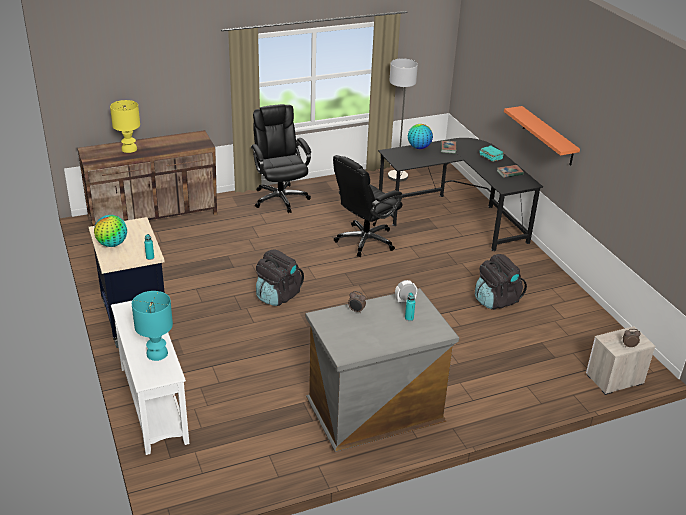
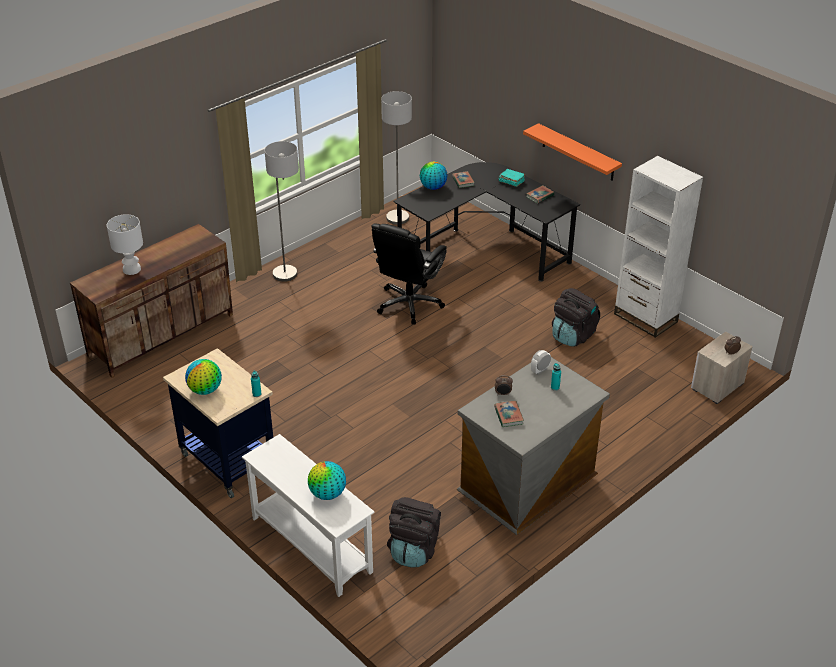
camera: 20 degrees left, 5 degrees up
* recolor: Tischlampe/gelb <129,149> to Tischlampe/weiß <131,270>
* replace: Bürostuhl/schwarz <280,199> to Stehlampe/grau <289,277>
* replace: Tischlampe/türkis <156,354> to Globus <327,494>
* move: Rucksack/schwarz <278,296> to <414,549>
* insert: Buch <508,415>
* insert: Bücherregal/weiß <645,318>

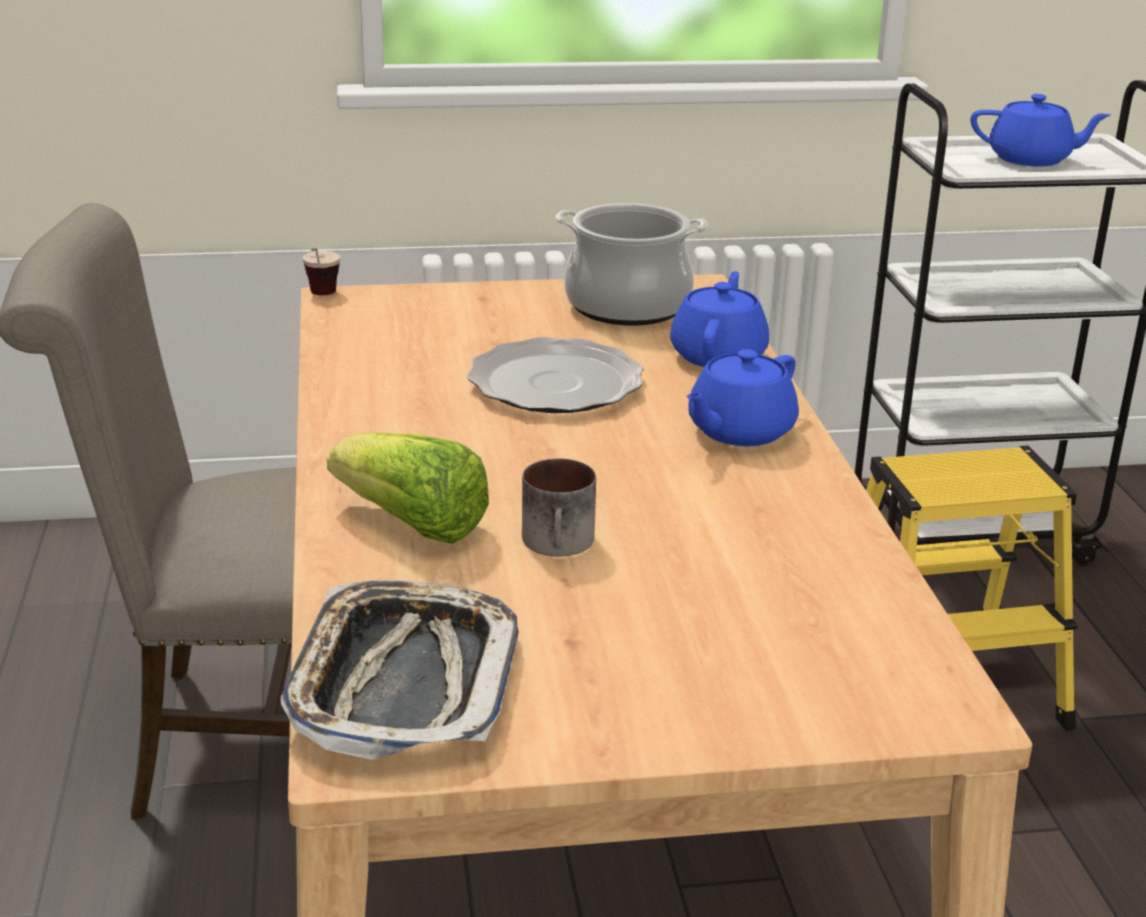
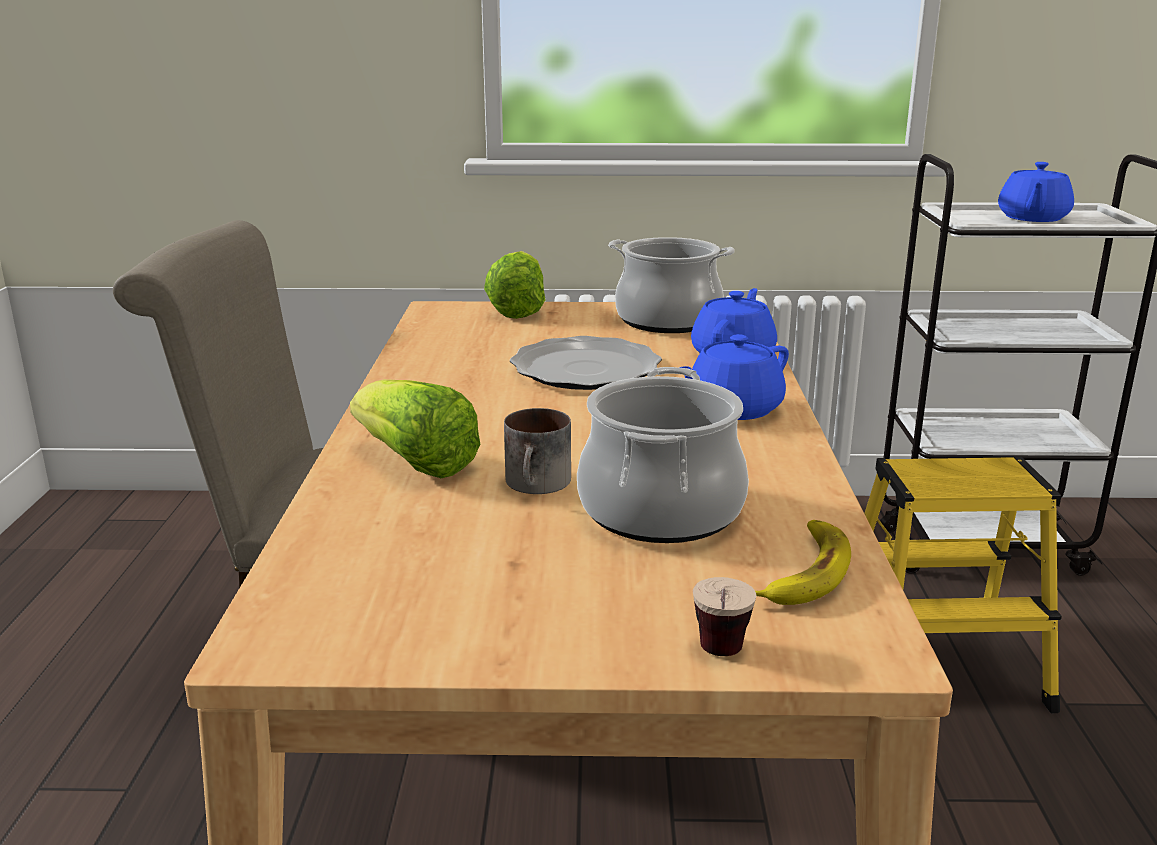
camera: 10 degrees right, 5 degrees down
* insert: Salatkopf <518,309>
* insert: Kochtopf <660,510>
* move: Tasse <321,297> to <719,660>
* insert: Banane <804,572>
* rotate: Teekanne/blau <1031,159> = <1032,218> 90 degrees clockwise
* delete: Tablett <403,682>

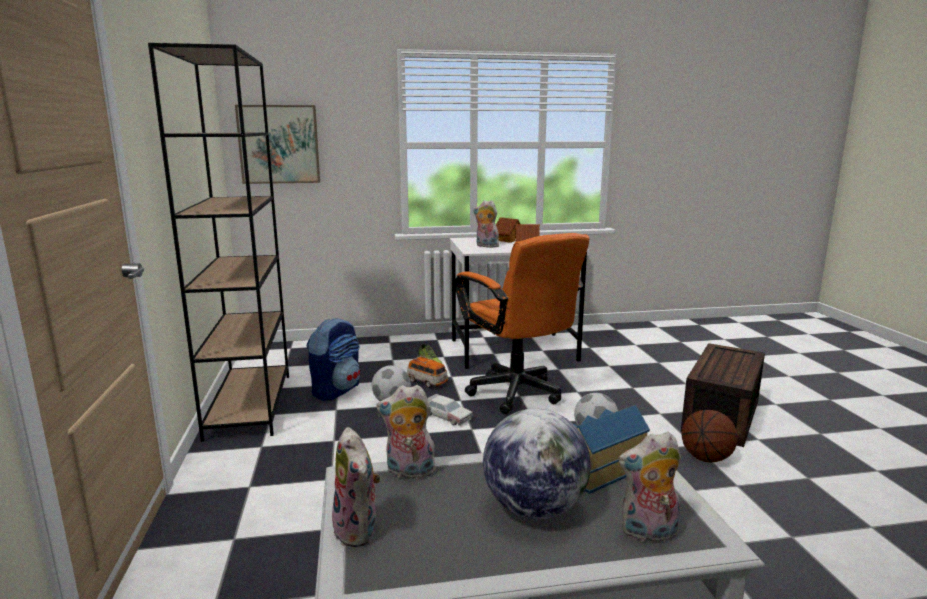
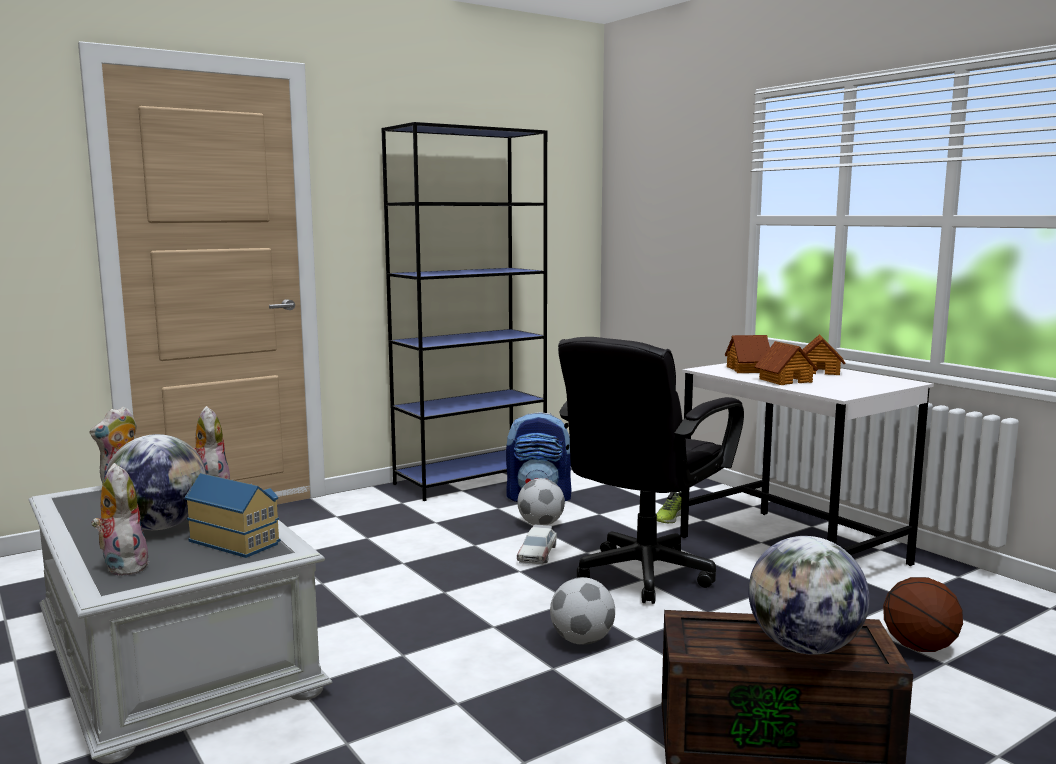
camera: 65 degrees right, 5 degrees down
* recolor: Bücherregal/beige <249,405> to Bücherregal/blau <471,479>
* recolor: Bürostuhl/orange <519,395> to Bürostuhl/schwarz <642,579>
* replace: Plüschtier <486,246> to Spielzeughaus <749,369>
* insert: Globus <804,647>
* move: Basketball <706,458> to <920,647>
* delete: Bild <279,144>
* delete: Spielzeugauto <427,382>

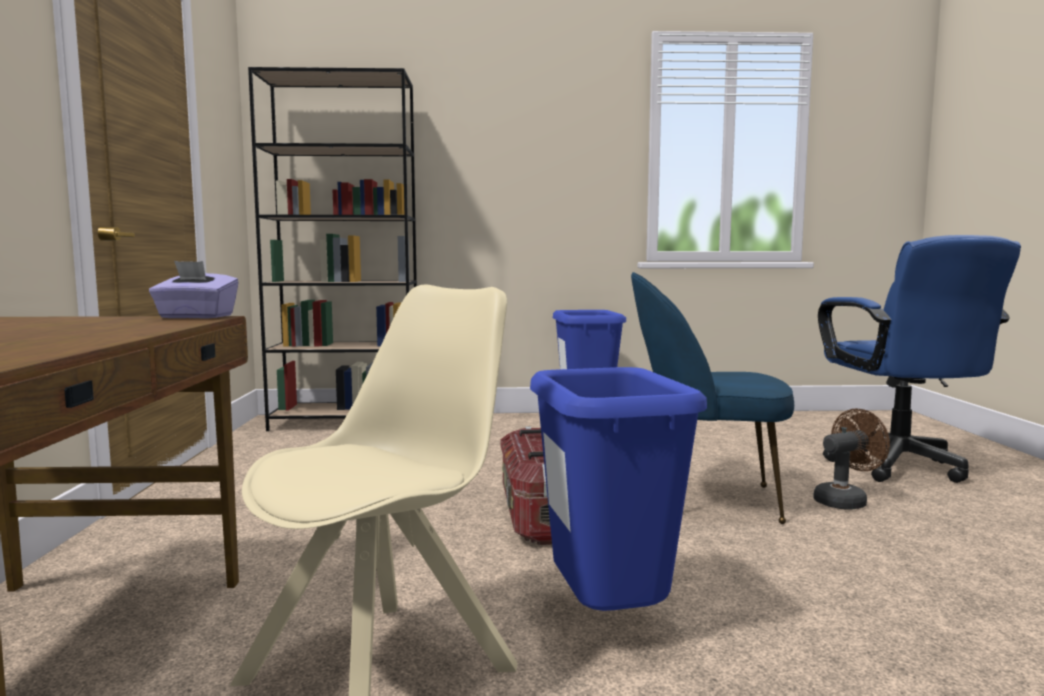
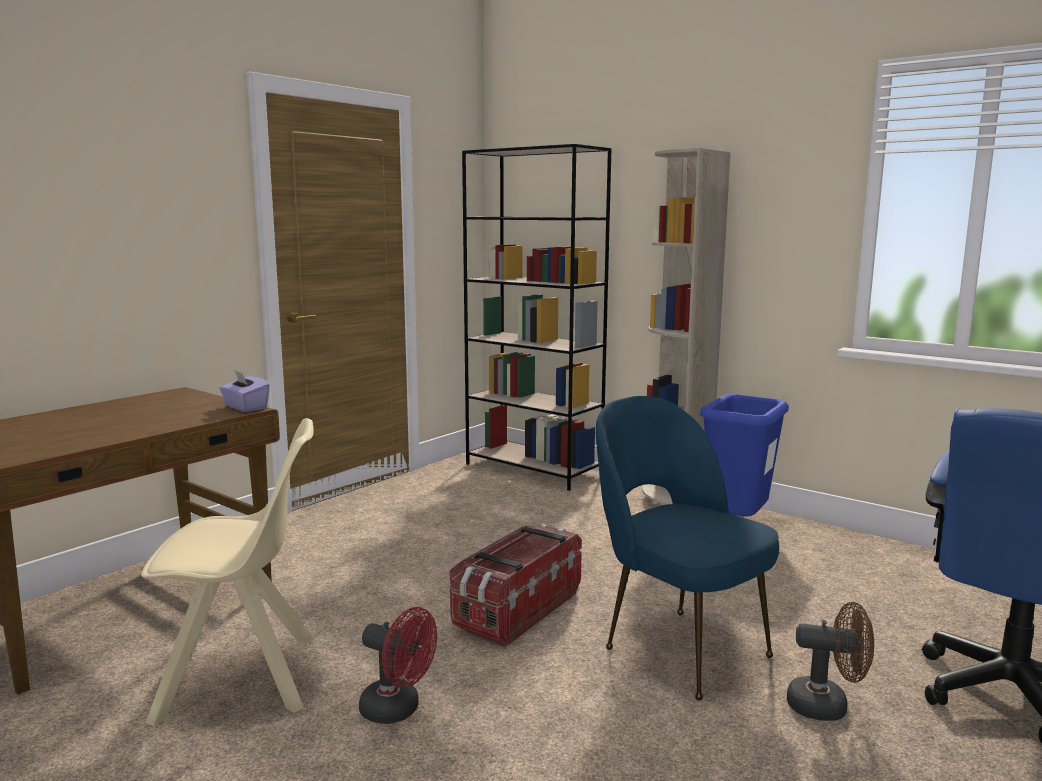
camera: 40 degrees right, 5 degrees up
* replace: Mülleimer/blau <607,622> to Ventilator/rot <398,710>
* insert: Bücherregal/beige <671,501>

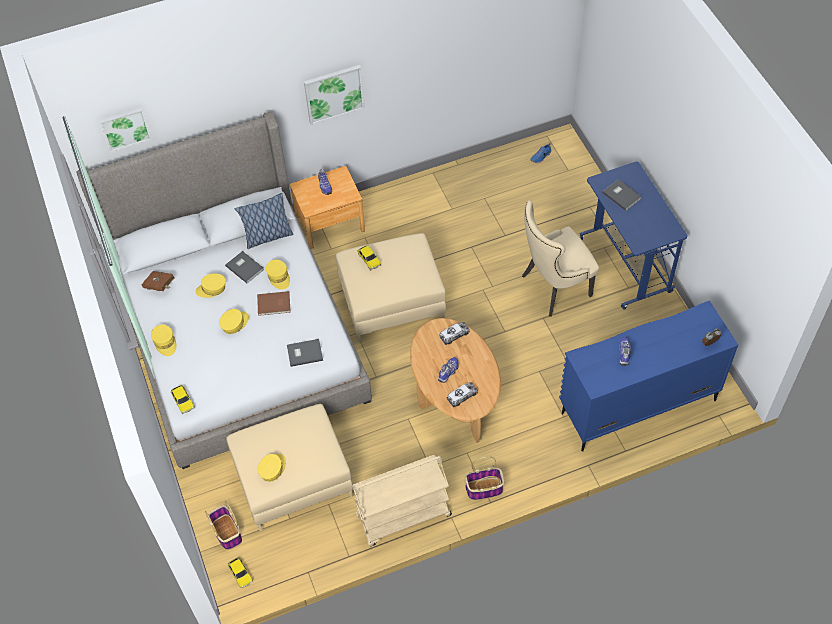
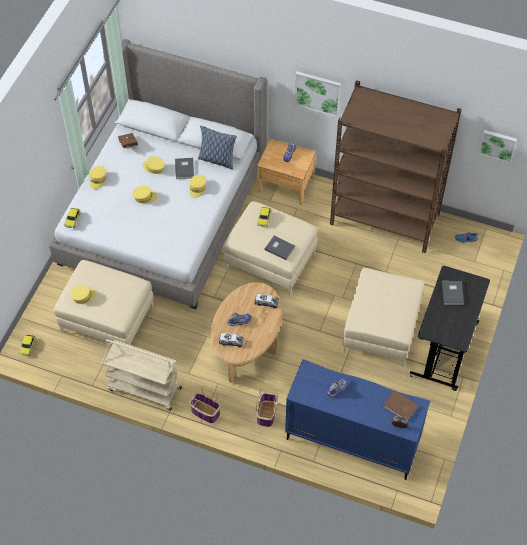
camera: 40 degrees right, 0 degrees up
* move: Korb <226,532> to <266,413>
* move: Buch/grau <304,353> to <280,248>
* insert: Bücherregal/braun <385,219>
* replace: Stuhl/beige <554,287> to Polsterhocker/beige <381,328>
* move: Buch/braun <274,304> to <400,407>
* recolor: Schreibtisch/blau <625,265> to Schreibtisch/schwarz <444,350>
* move: Bild <125,127> to <498,145>

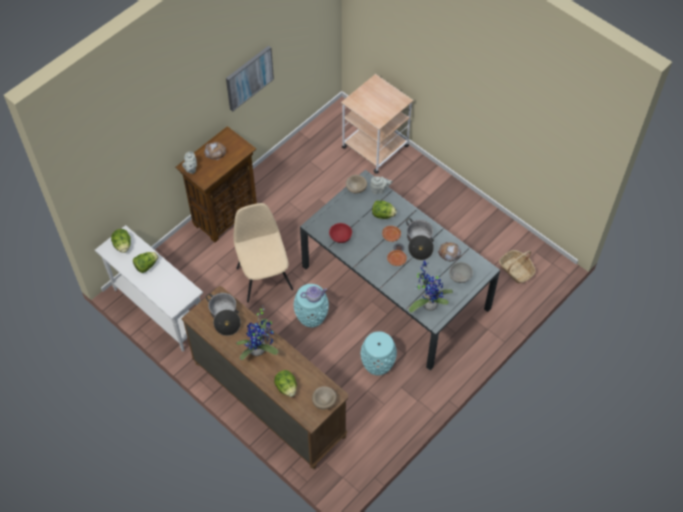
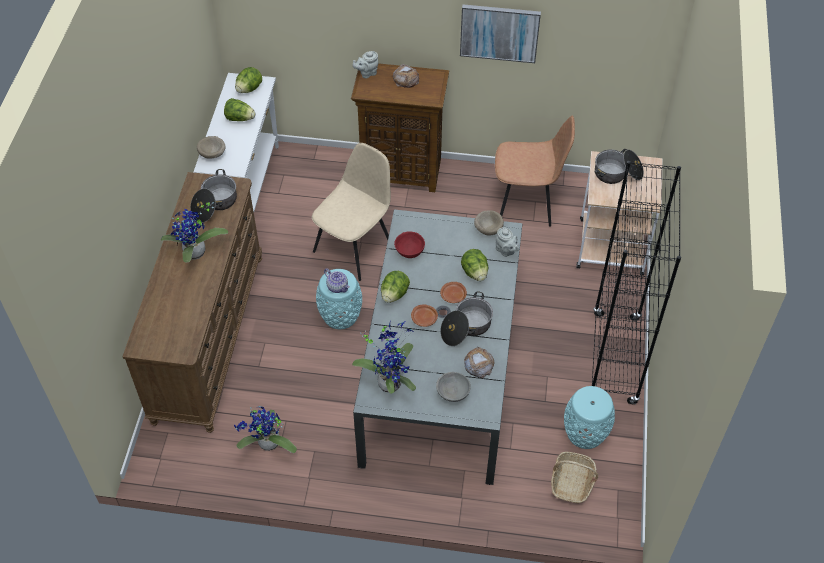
camera: 55 degrees right, 5 degrees down
* move: Schüssel/beige <324,401> to <213,154>
* insert: Topfpflanze <267,445>
* move: Salatkopf <286,387> to <394,294>
* insert: Stuhl/braun <527,203>
* move: Hocker/türkis <377,363> to <585,433>
* insert: Bücherregal/schwarz <614,358>
* insert: Kochtopf <617,173>

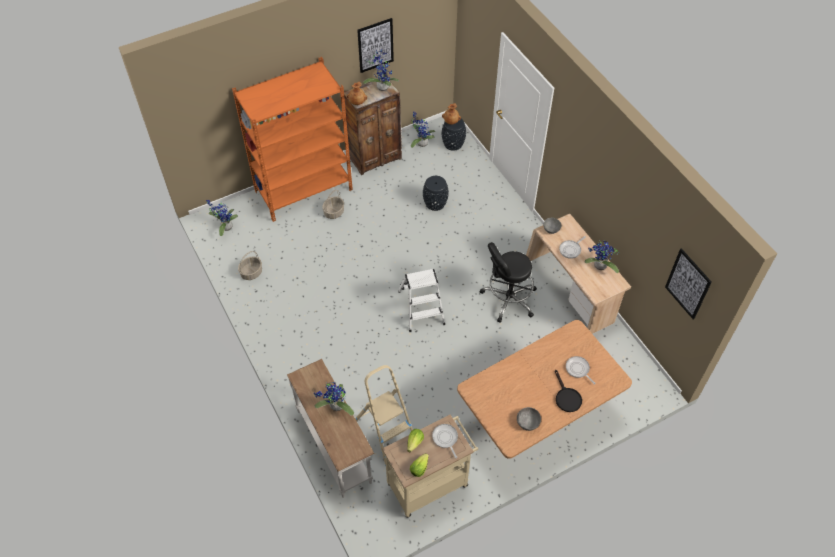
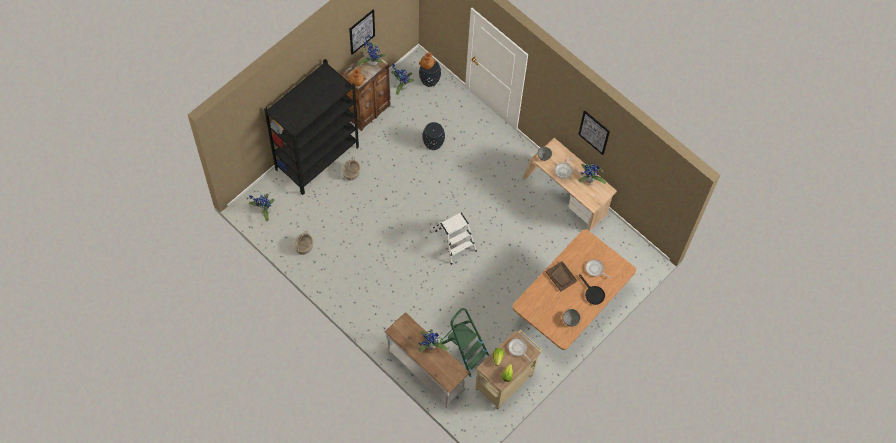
camera: 20 degrees left, 10 degrees up
* recolor: Bücherregal/orange <304,190> to Bücherregal/schwarz <317,158>
* recolor: Trittleiter/beige <387,434> to Trittleiter/grün <462,351>
* insert: Tablett/braun <561,276>
* move: Bild <688,284> to <594,132>
* delete: Hocker/schwarz <508,299>

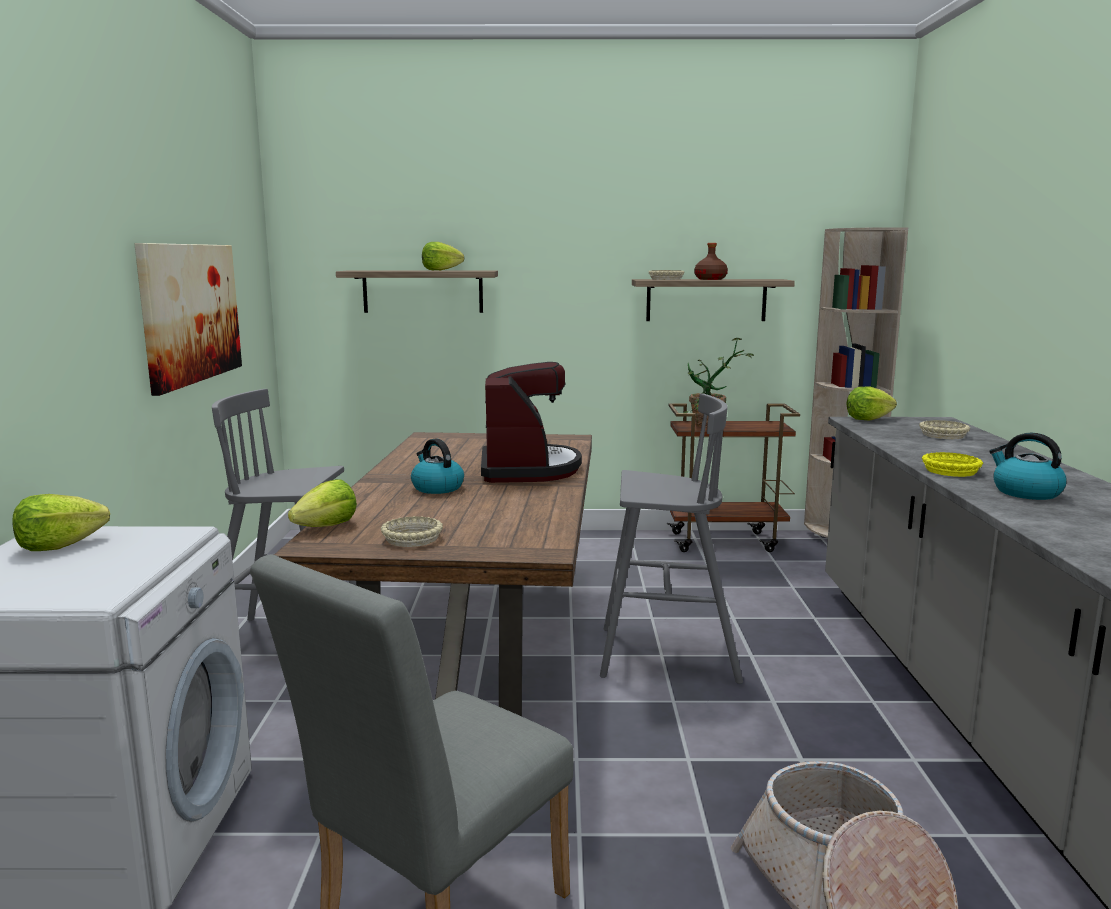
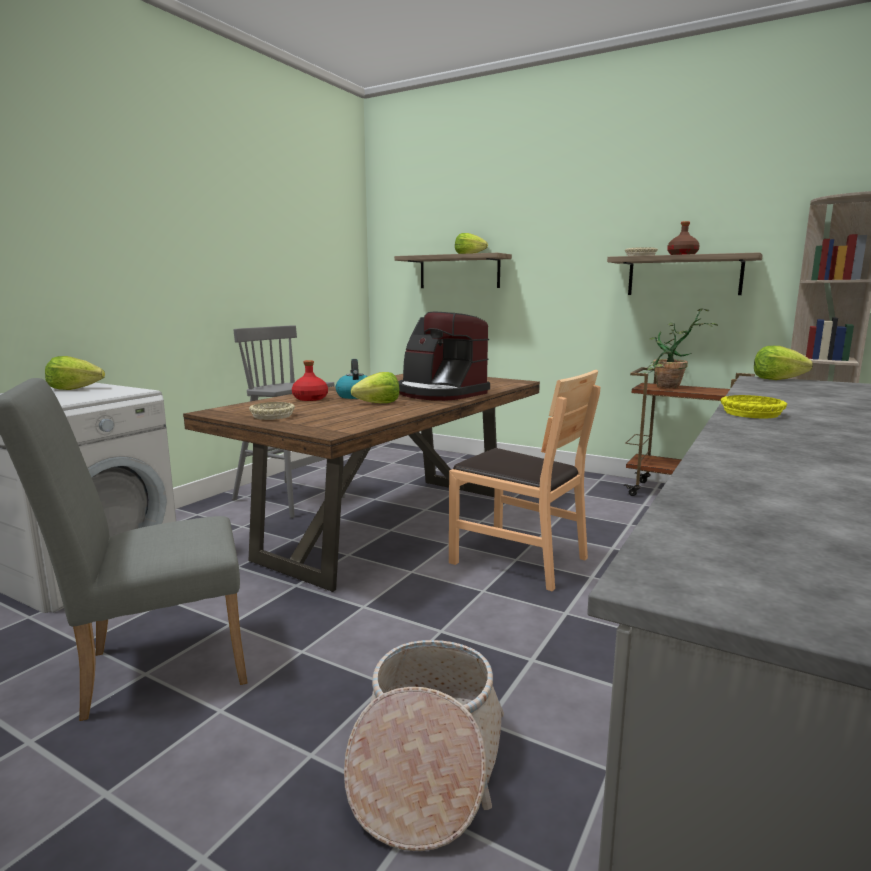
camera: 30 degrees right, 0 degrees up
* insert: Flasche/rot <310,398>
* move: Salatkopf <327,526> to <378,403>
* rotate: Kaffeemaschine <528,469> = <440,393> 105 degrees clockwise
* replace: Hocker/grau <665,655> to Stuhl/braun <519,559>
* delete: Bild <191,313>
* delete: Schüssel/beige <943,435>
* delete: Wasserkessel <1025,492>

